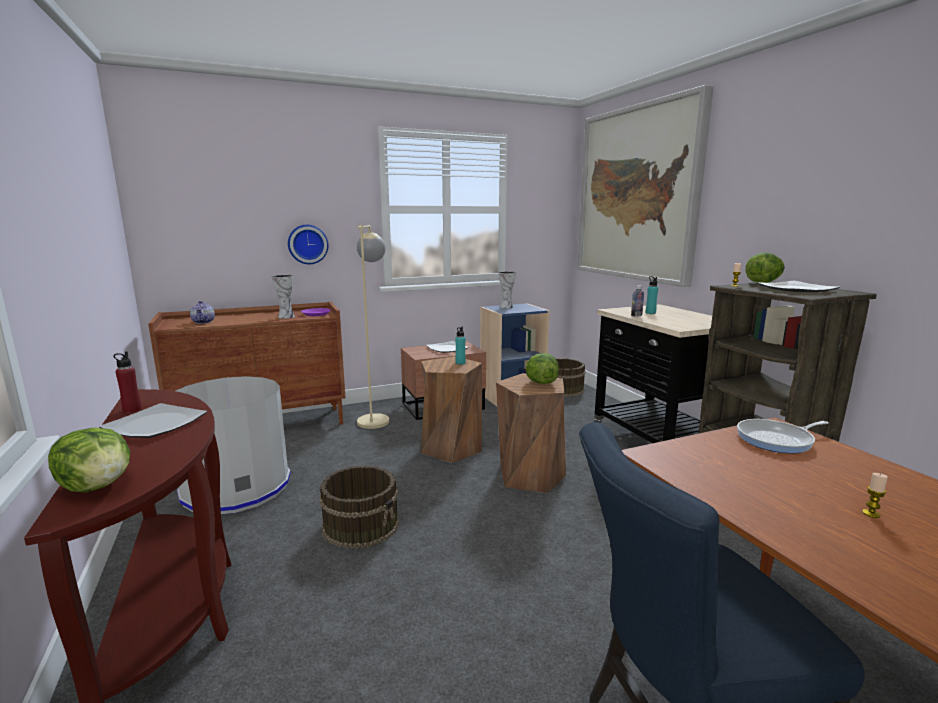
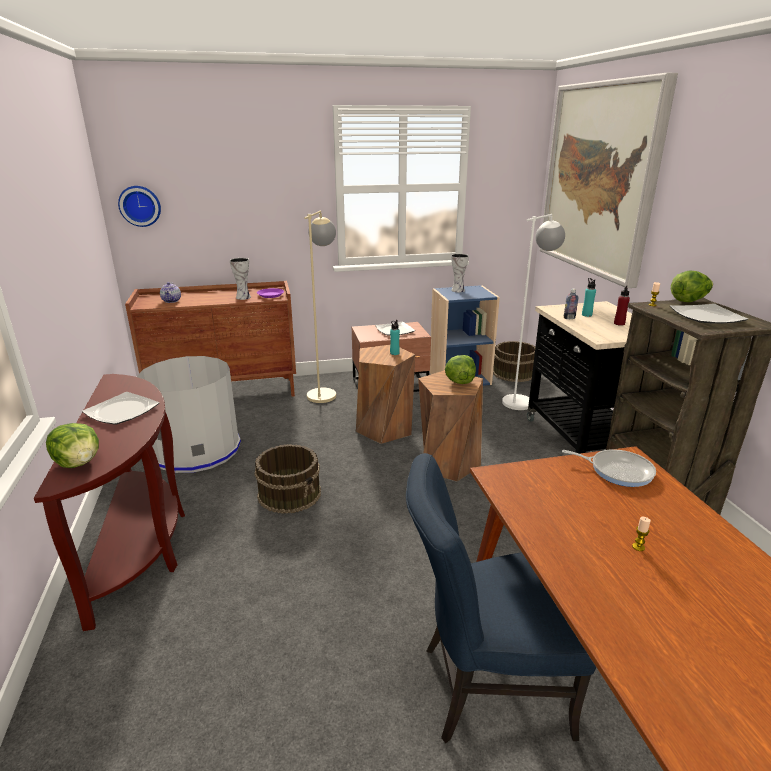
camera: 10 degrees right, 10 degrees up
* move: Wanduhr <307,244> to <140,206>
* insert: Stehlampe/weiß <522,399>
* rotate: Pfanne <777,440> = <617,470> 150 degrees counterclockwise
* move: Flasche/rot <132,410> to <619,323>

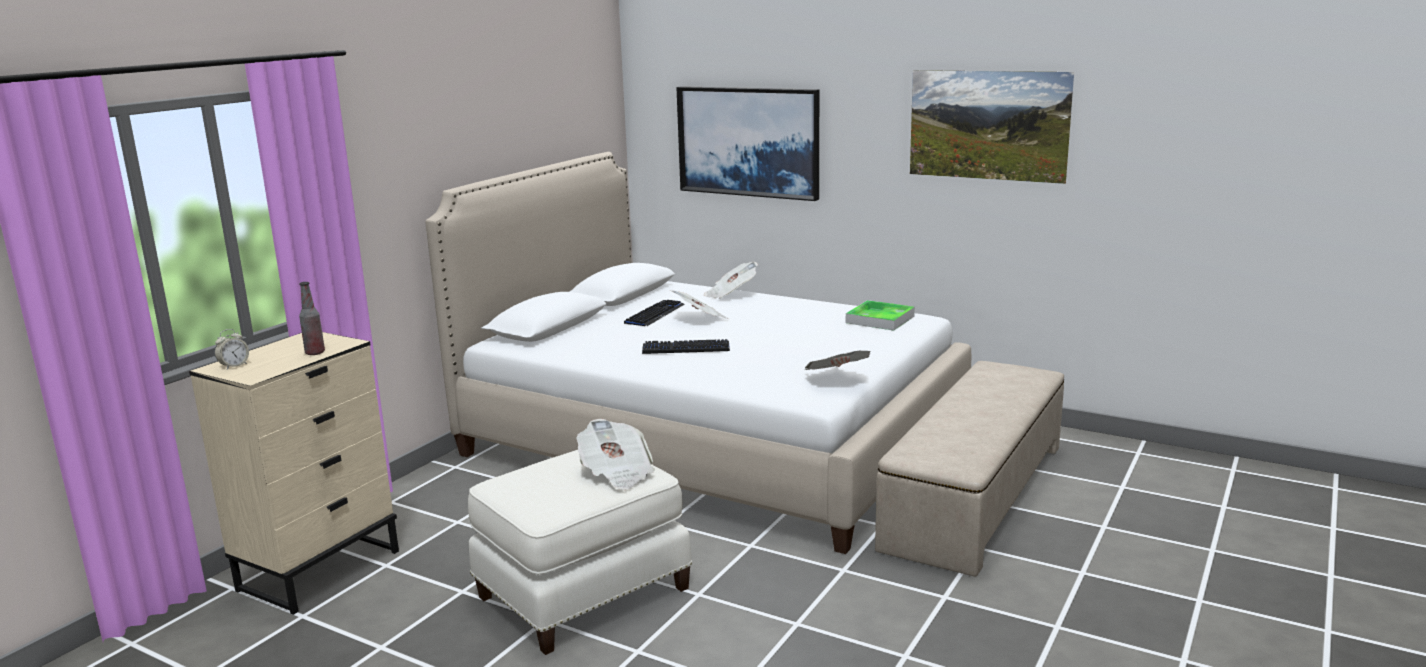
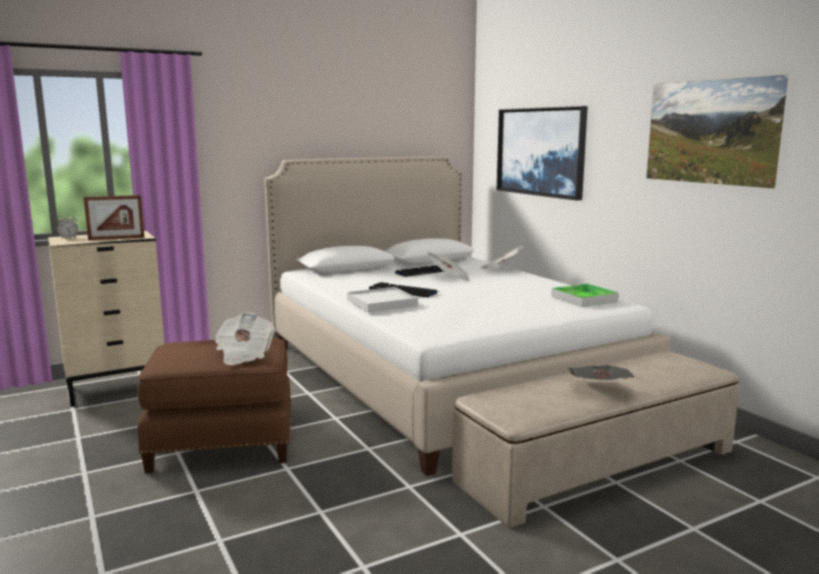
camera: 30 degrees right, 5 degrees down
* replace: Flasche <315,353> to Bilderrahmen <116,238>
* recolor: Polsterhocker/weiß <582,591> to Polsterhocker/braun <223,443>
* insert: Tablett/weiß <382,303>
* move: Zeitung <837,378> to <599,390>

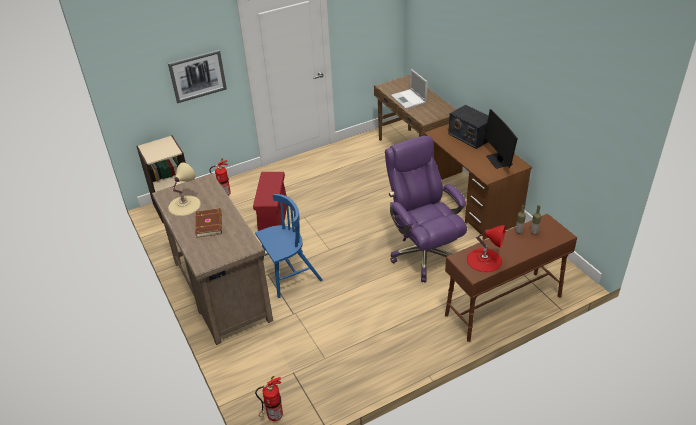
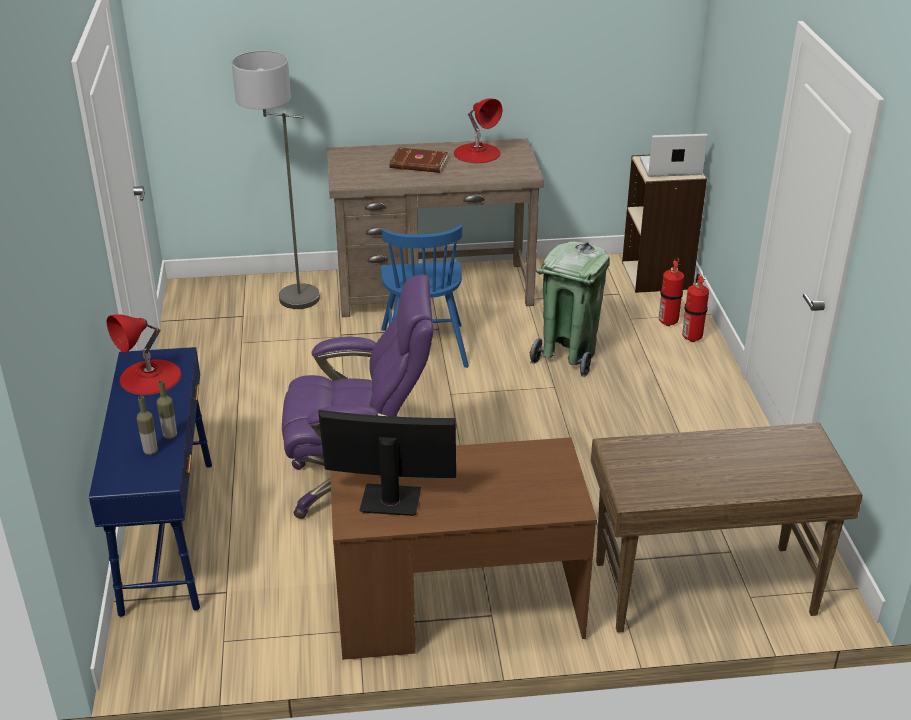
camera: 110 degrees right, 5 degrees down
* recolor: Konsolentisch/braun <502,305> to Konsolentisch/blau <170,535>
* insert: Stehlampe/grau <287,296>
* recolor: Tischlampe/beige <184,205> to Tischlampe/rot <477,153>
* replace: Aufbewahrungsbox/rot <273,219> to Mülleimer/grün <567,356>
* move: Laptop <409,99> to <669,167>
* move: Feuerlöscher <273,416> to <691,337>
* delete: Bild <197,76>
* delete: Radio <469,136>

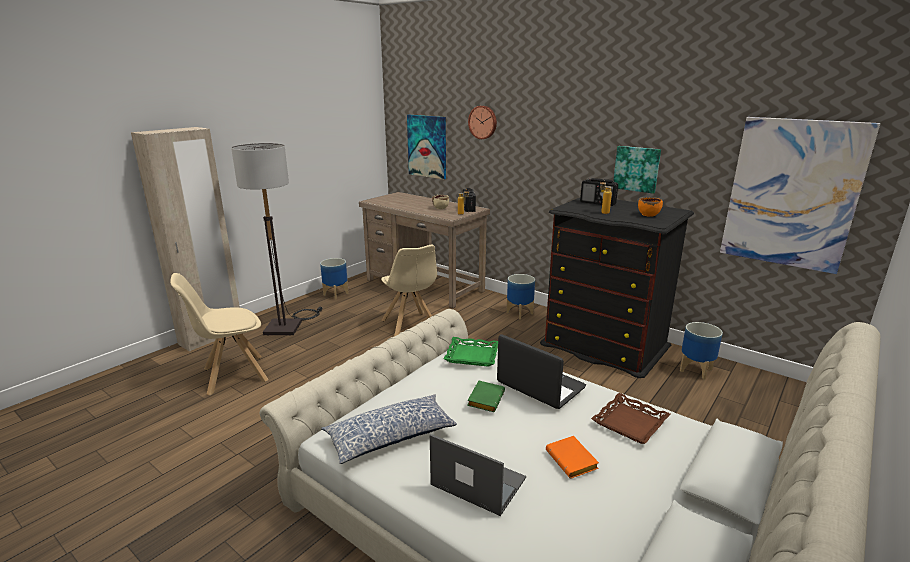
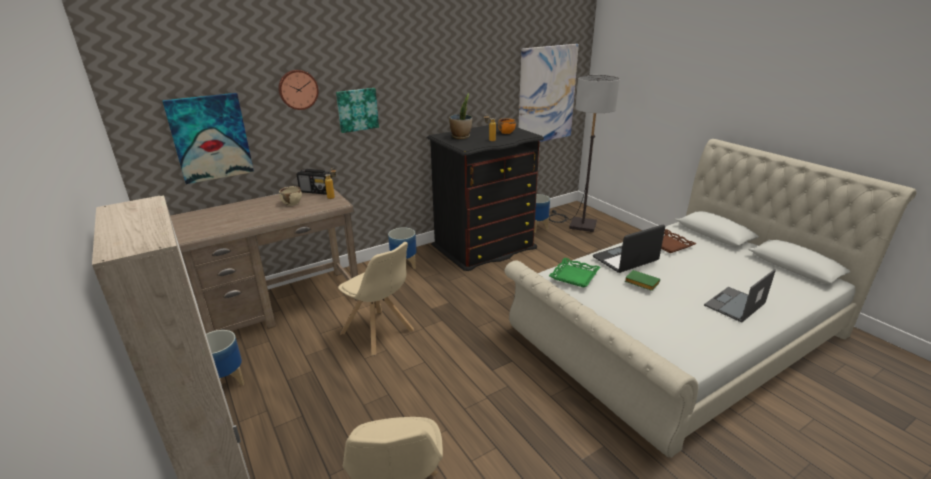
camera: 70 degrees left, 5 degrees up
* move: Bild <636,169> to <357,109>
* rotate: Stuhl/beige <410,326> = <379,333> 45 degrees clockwise
* replace: Radio <598,203> to Topfpflanze <461,137>
* move: Stehlampe <290,325> to <575,223>
* delete: Kissen <391,438>
* delete: Buch/orange <573,461>

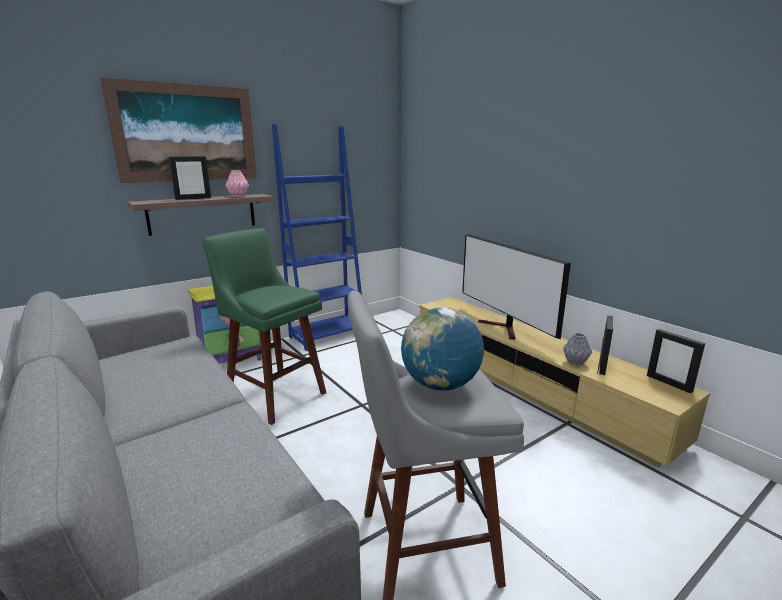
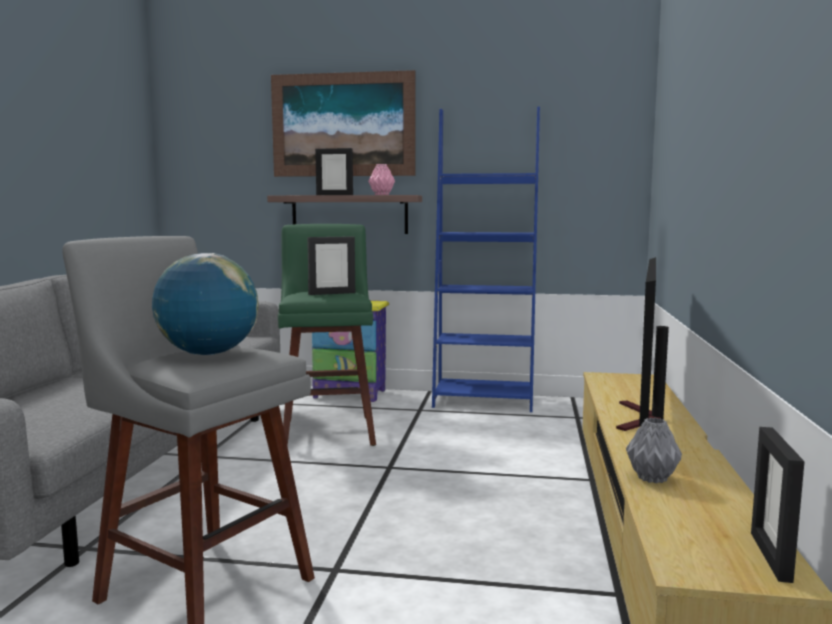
camera: 45 degrees right, 10 degrees down
* move: Bilderrahmen <601,366> to <332,293>

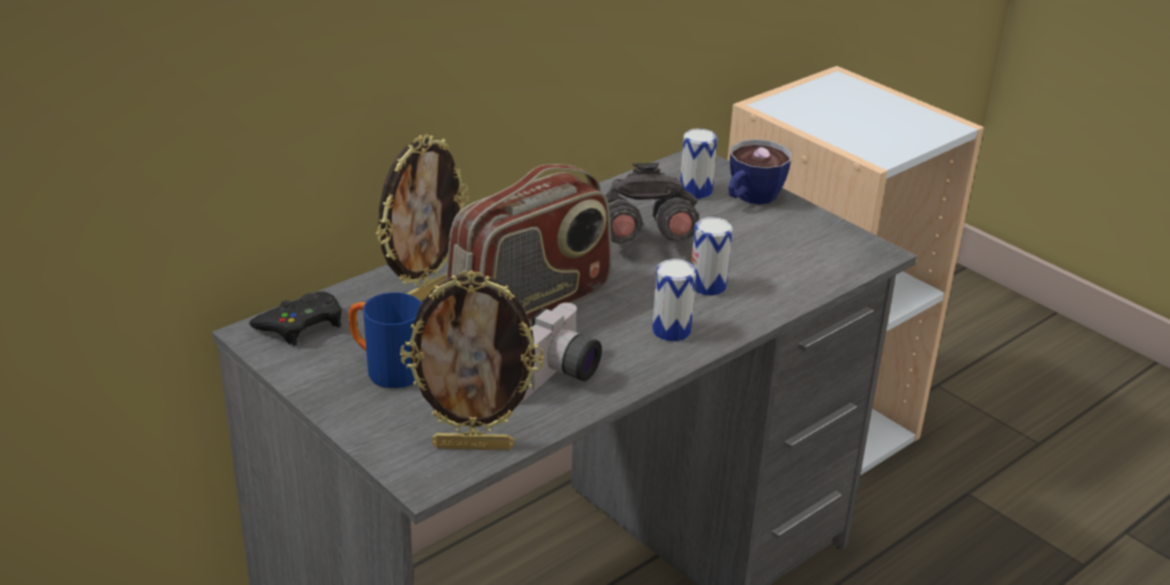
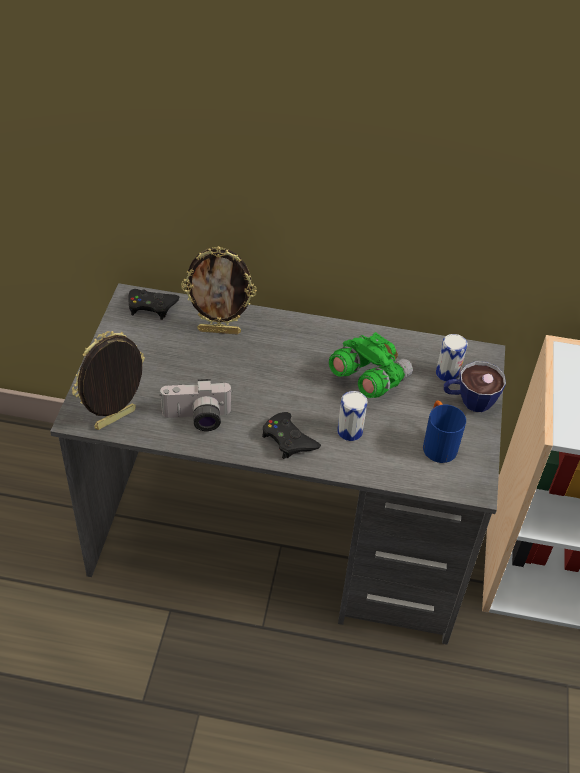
camera: 50 degrees right, 15 degrees up
* rotate: Bilderrahmen <473,445> = <116,421> 90 degrees clockwise
* replace: Dose <671,331> to Gamepad/schwarz <288,439>
* recolor: Fernglas/grau <642,238> to Fernglas/grün <368,379>
* move: Henkelbecher/blau <385,369> to <437,444>
* delete: Radio <531,304>

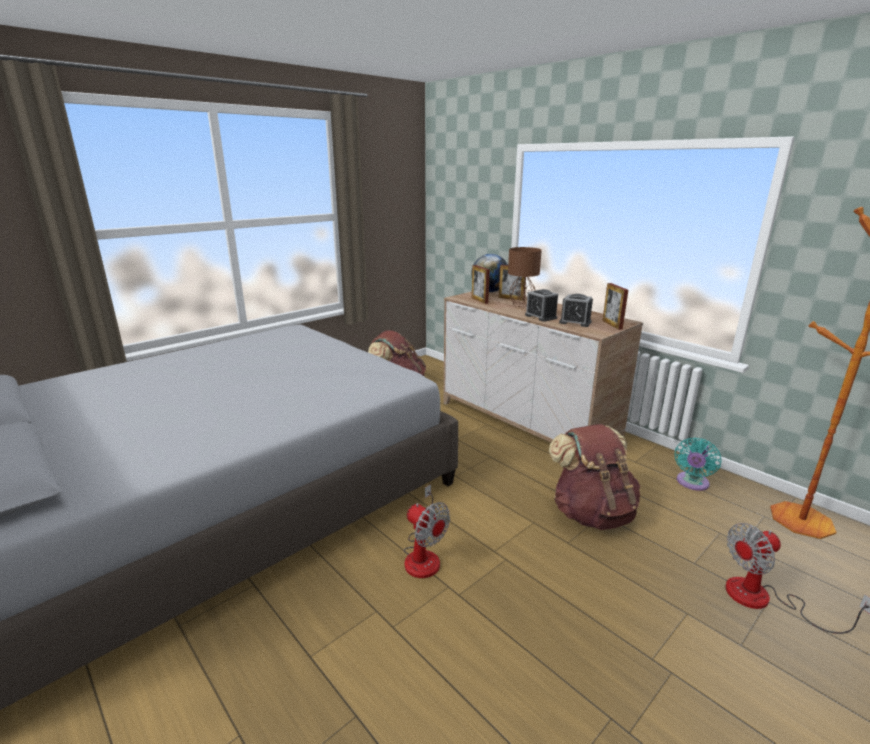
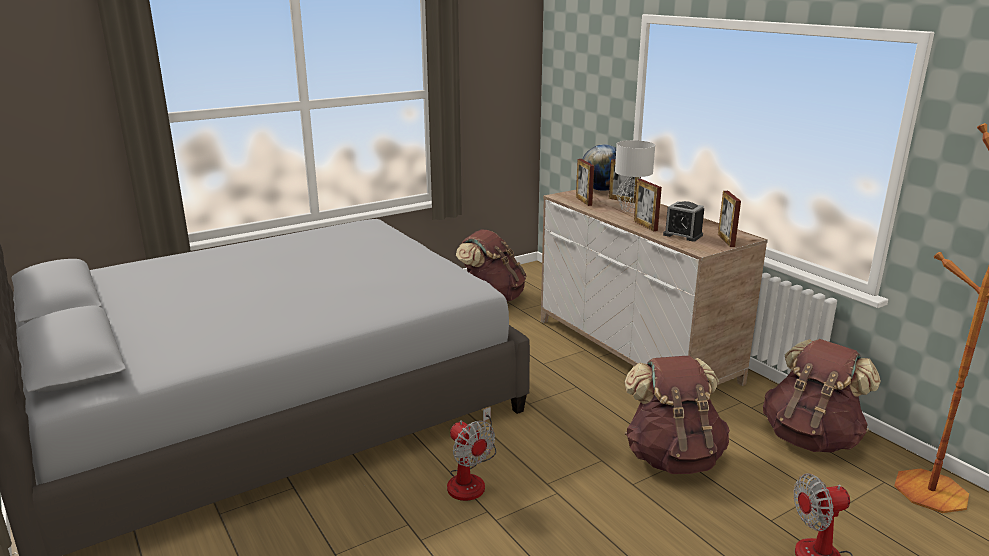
camera: 10 degrees right, 0 degrees up
* recolor: Tischlampe/braun <521,305> to Tischlampe/grau <631,209>
* replace: Wecker <540,317> to Bilderrahmen <645,226>
* replace: Ventilator/türkis <691,483> to Rucksack/braun <811,438>

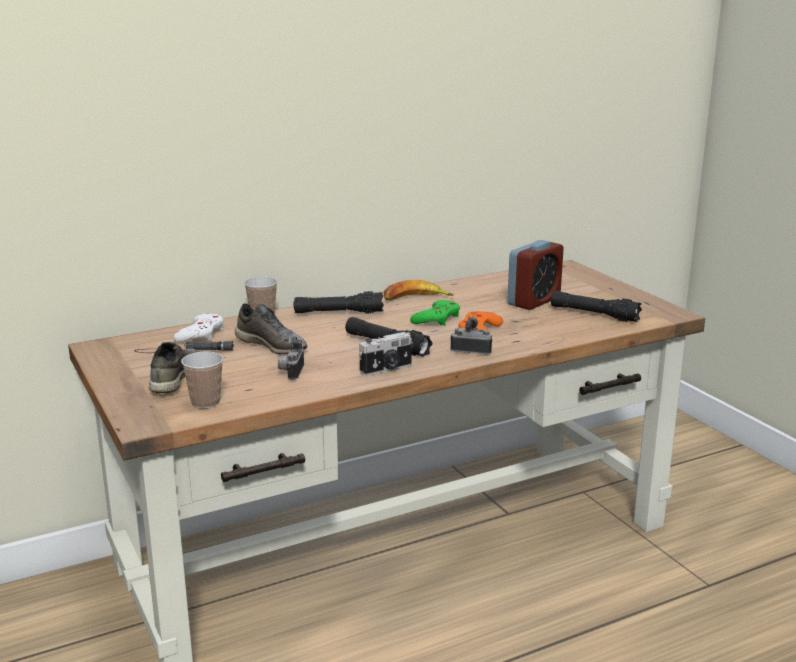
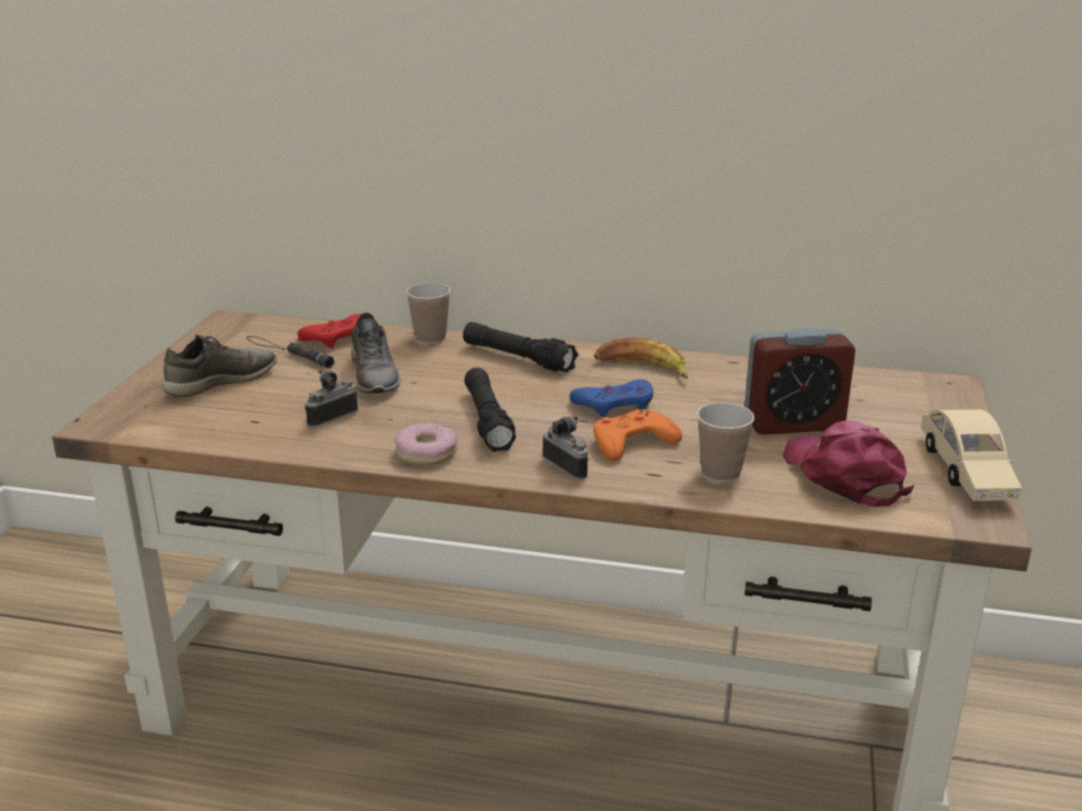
camera: 40 degrees right, 5 degrees up
* recolor: Gamepad/weiß <201,334> to Gamepad/rot <339,337>
* replace: Kamera <387,369> to Donut <426,453>
* recolor: Gamepad/grün <437,318> to Gamepad/blau <615,405>
* move: Tasse <205,403> to <720,473>
* replace: Taschenlampe/schwarz <594,314> to Kappe/rosa <844,475>
* insert: Spielzeugauto/beige <965,471>

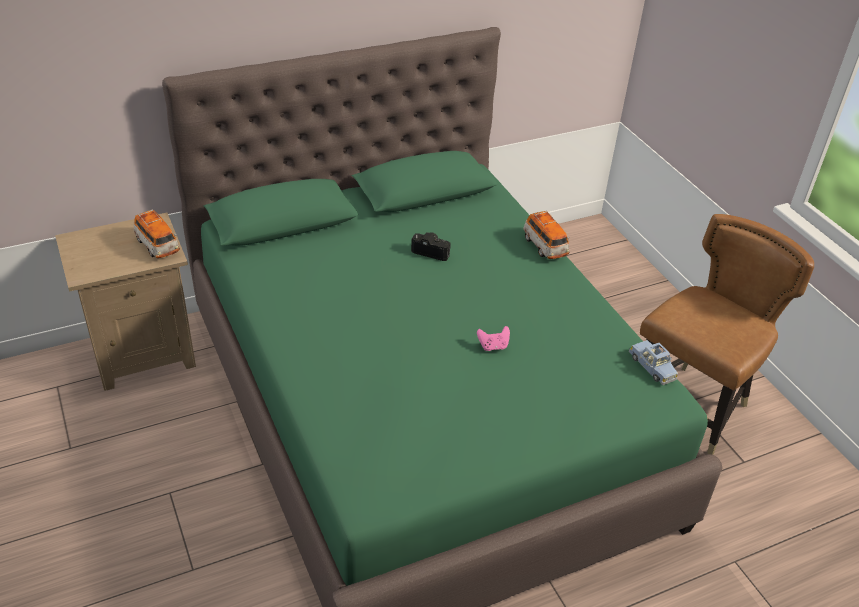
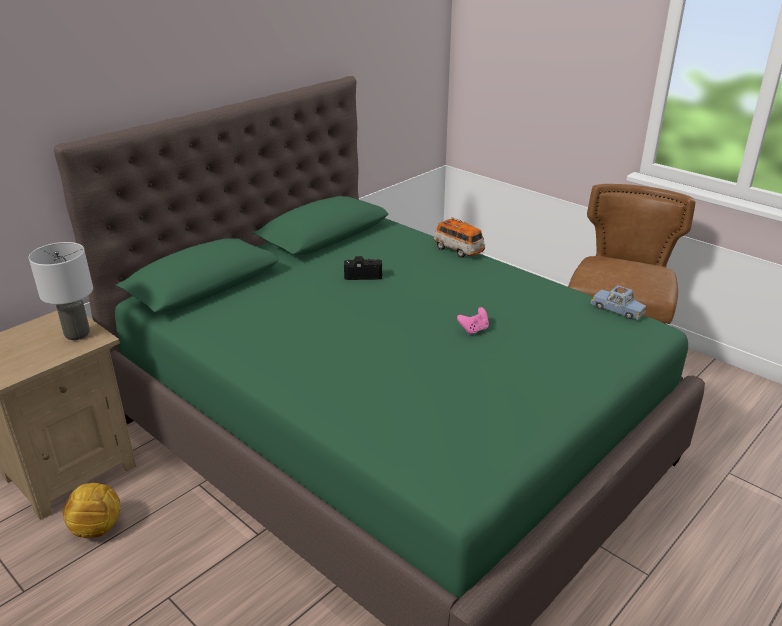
camera: 20 degrees left, 10 degrees down
* replace: Spielzeugauto <157,246> to Tischlampe/weiß <77,334>
* insert: Fußball <97,528>

